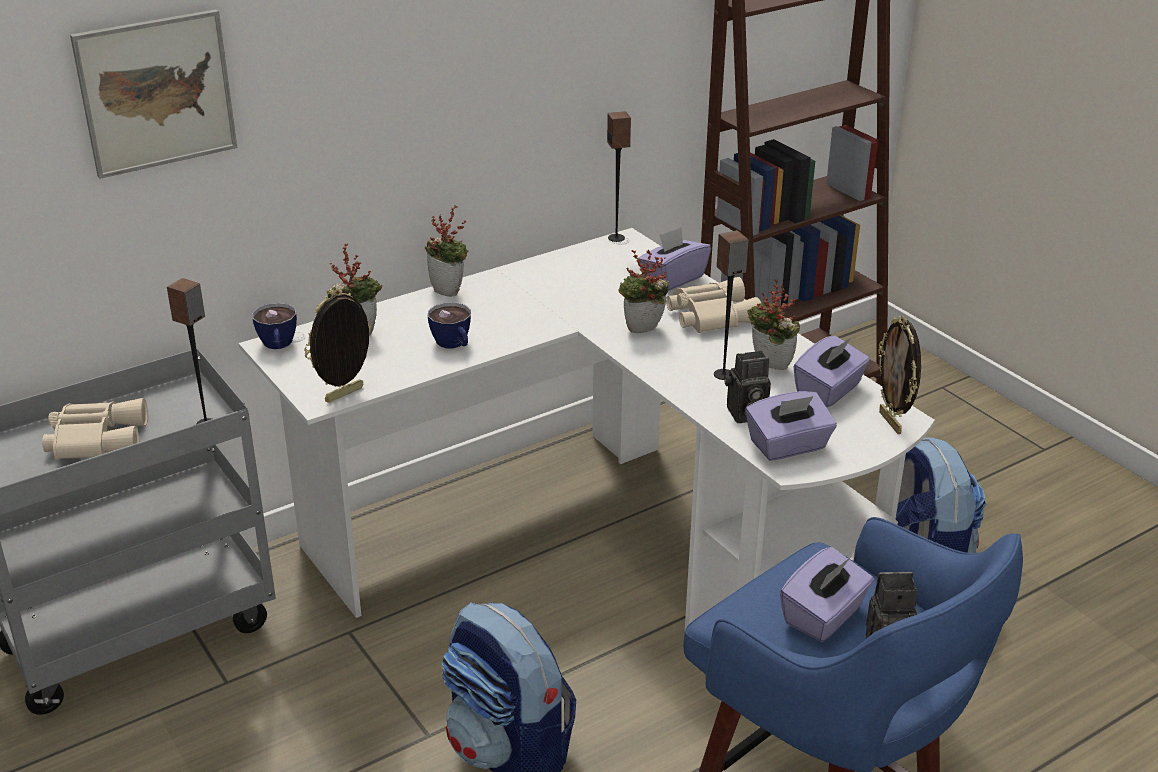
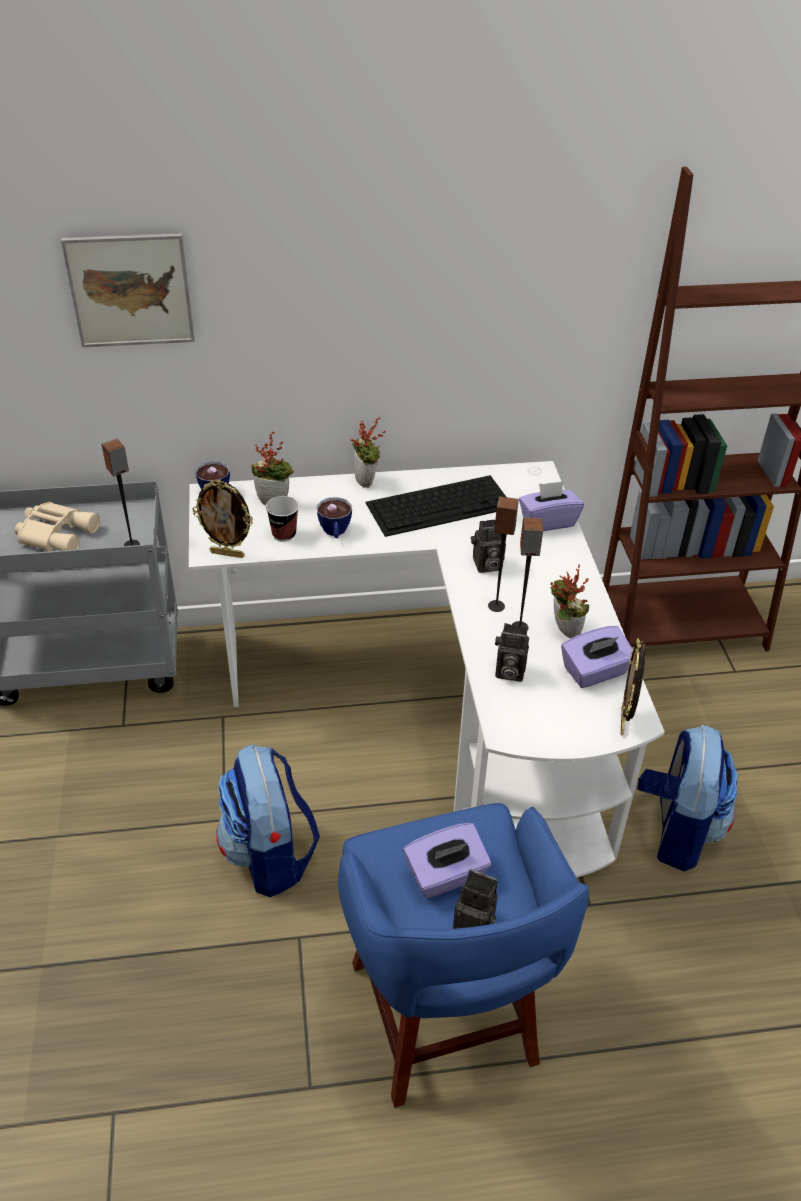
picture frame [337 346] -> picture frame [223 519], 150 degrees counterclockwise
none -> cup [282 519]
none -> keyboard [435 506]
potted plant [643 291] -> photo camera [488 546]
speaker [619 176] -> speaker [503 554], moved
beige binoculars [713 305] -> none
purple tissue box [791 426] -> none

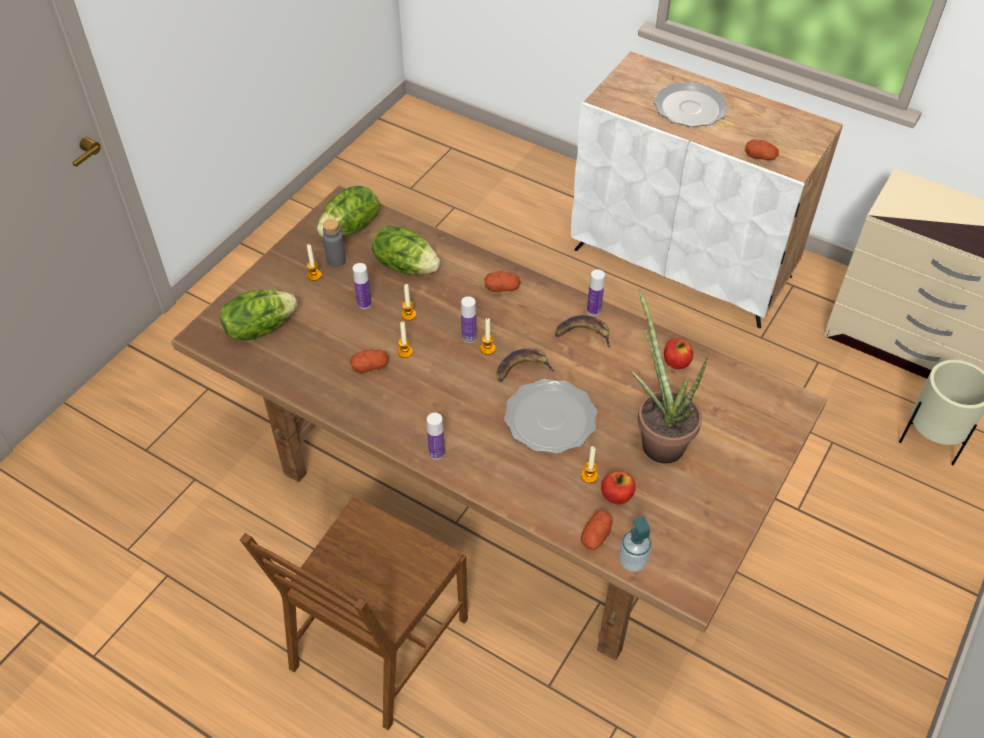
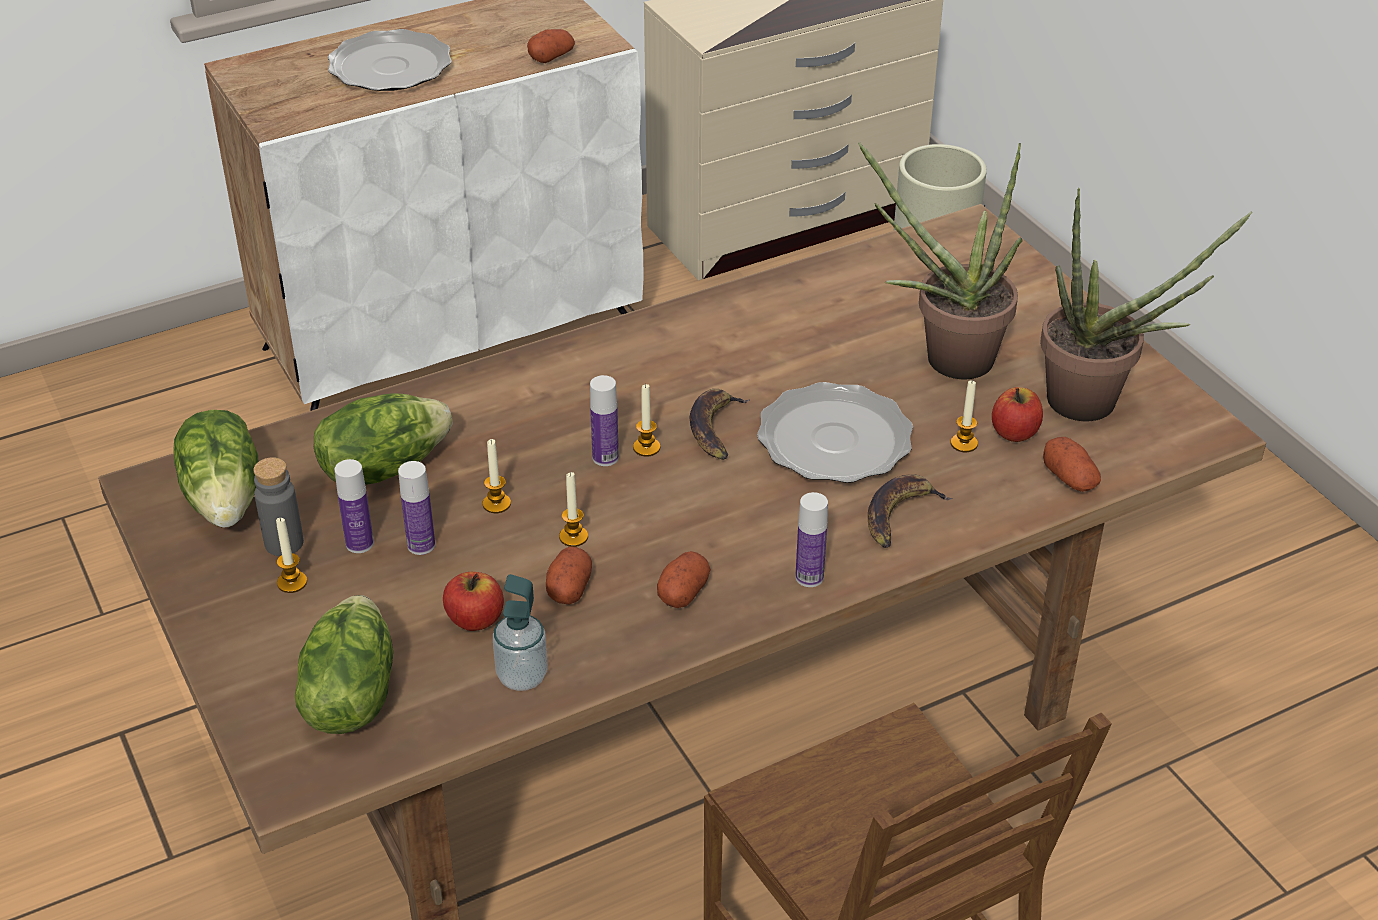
bottle [596 292] -> bottle [354 506], moved
apple [678 353] -> apple [473 601], moved
soap dispenser [635 544] -> soap dispenser [520 632], moved
potato [502 281] -> potato [684 579], moved
banana [582 331] -> banana [910 511], moved
none -> potted plant [1146 304]

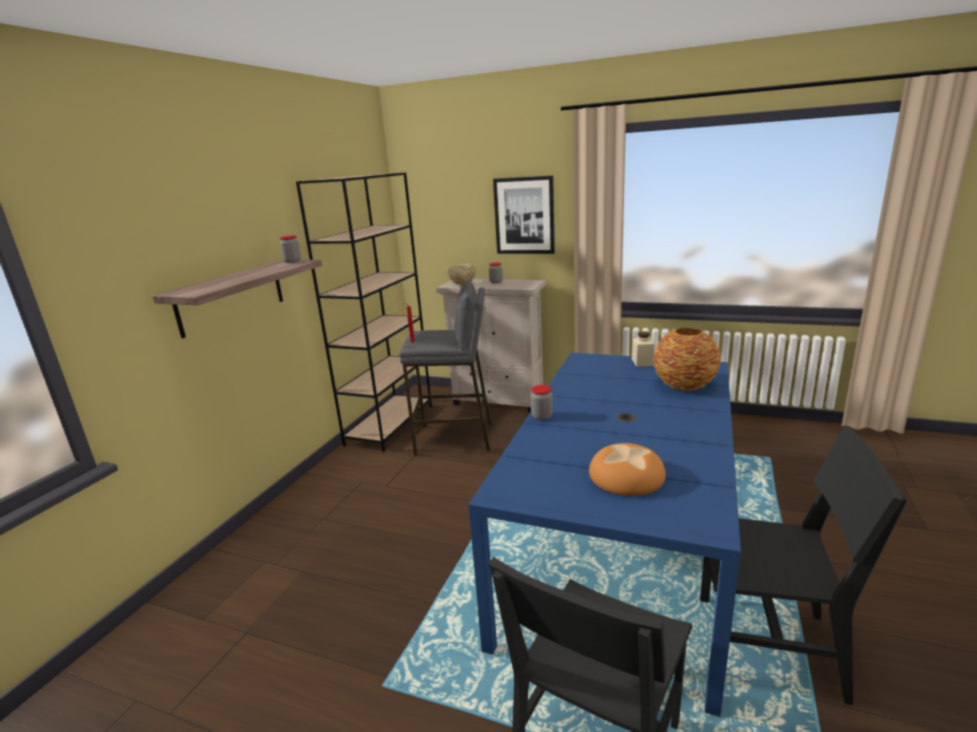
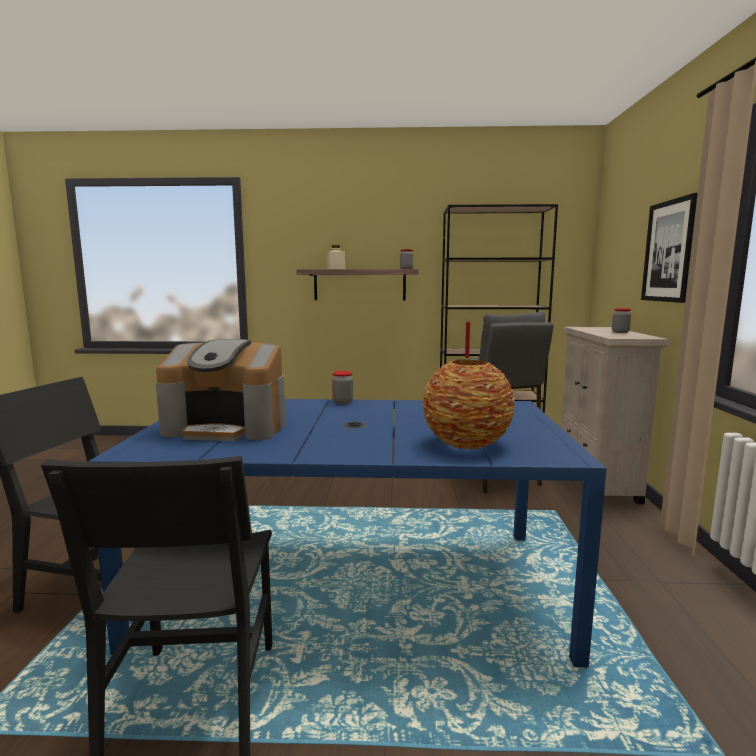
bread [627 469] -> coffee machine [221 390]
beige jar [643 349] -> beige jar [336 257], moved
beige bowl [460 274] -> none

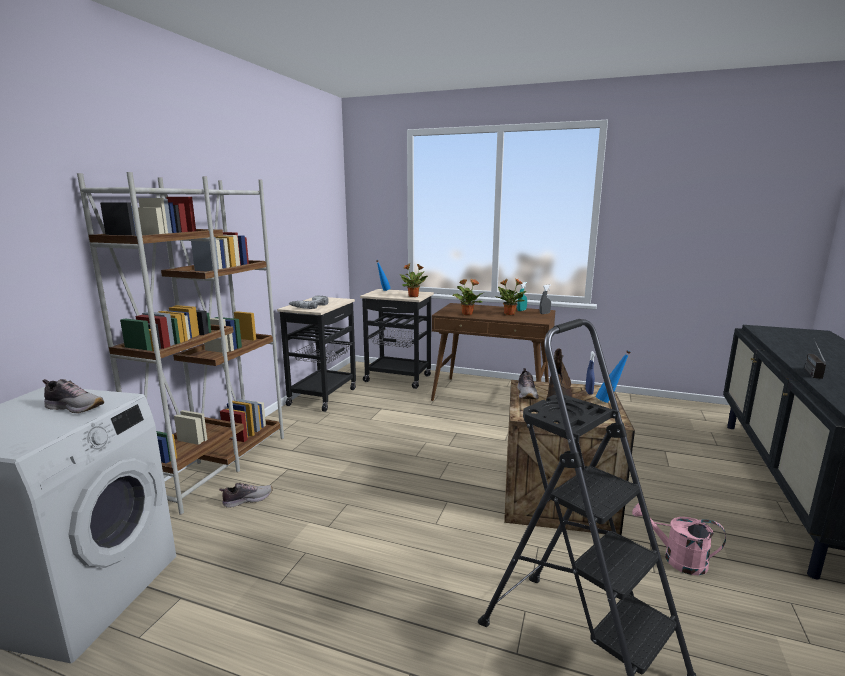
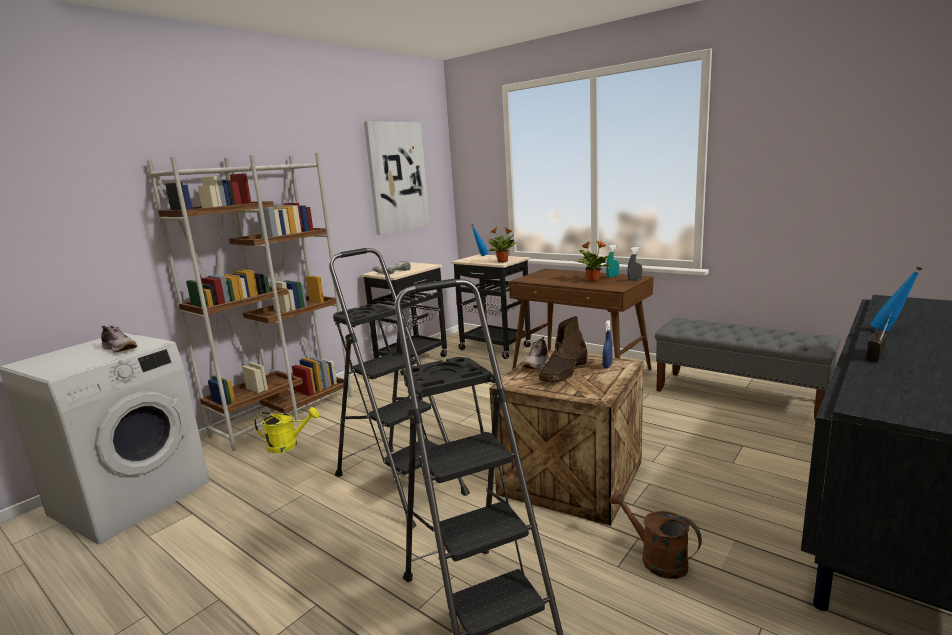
shoe [246 495] -> yellow watering can [286 430]
none -> step ladder [399 388]
none -> picture [397 178]
pink watering can [679 539] -> brown watering can [655 534]
none -> grey bench [747 369]
blue bottle [613 376] -> blue bottle [897 299], moved
potted plant [467 297] -> none

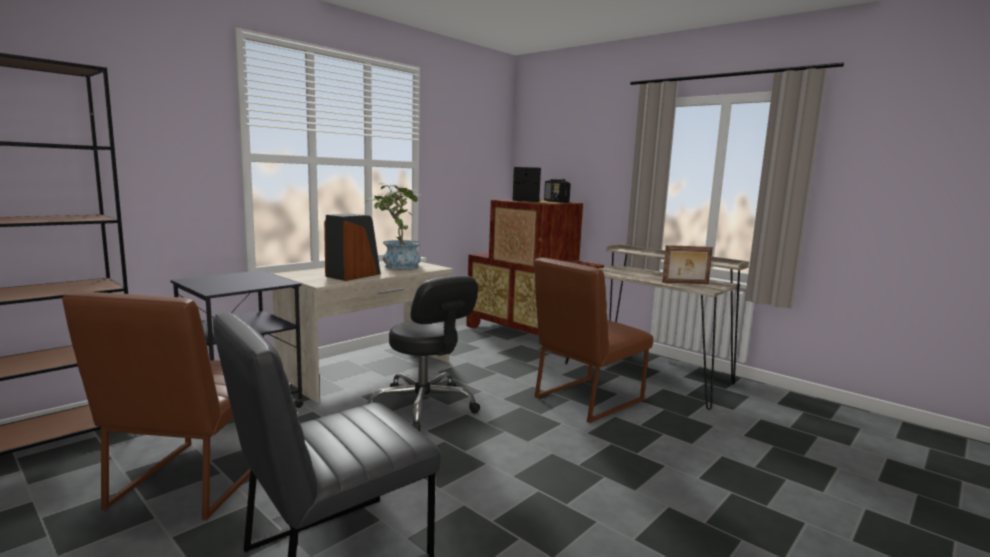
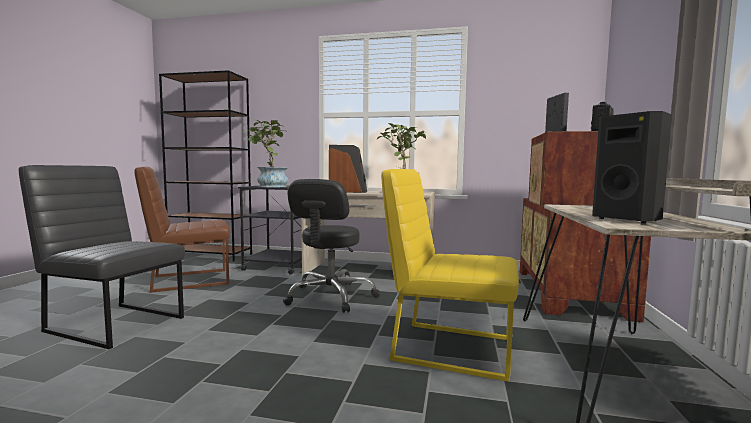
none -> potted plant [265 153]
brown chair [593 340] -> yellow chair [450 275]
picture frame [687 264] -> black speaker [632 167]

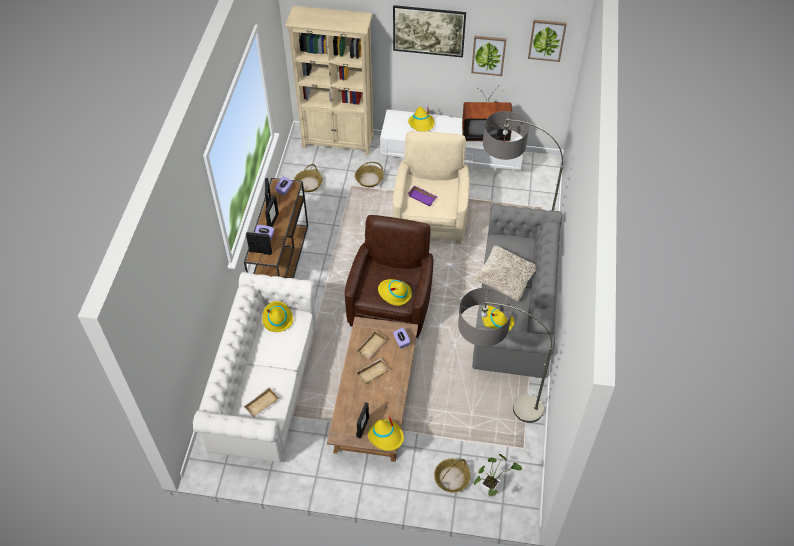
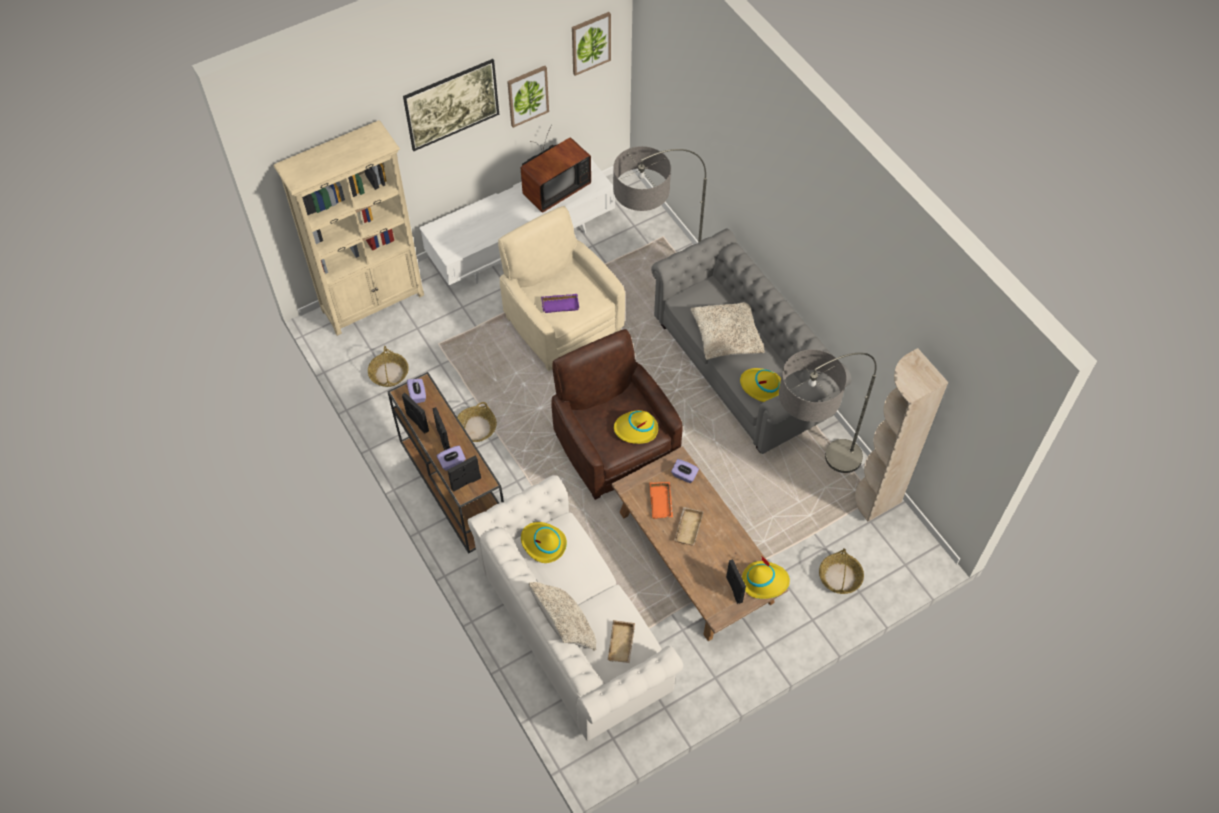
basket [369 174] -> basket [477 422], moved
none -> beige pillow [563 616]
beige tray [372 344] -> orange tray [661 500]
none -> beige bookcase [901 435]
yellow hat [421 118] -> none
potted plant [498 475] -> none

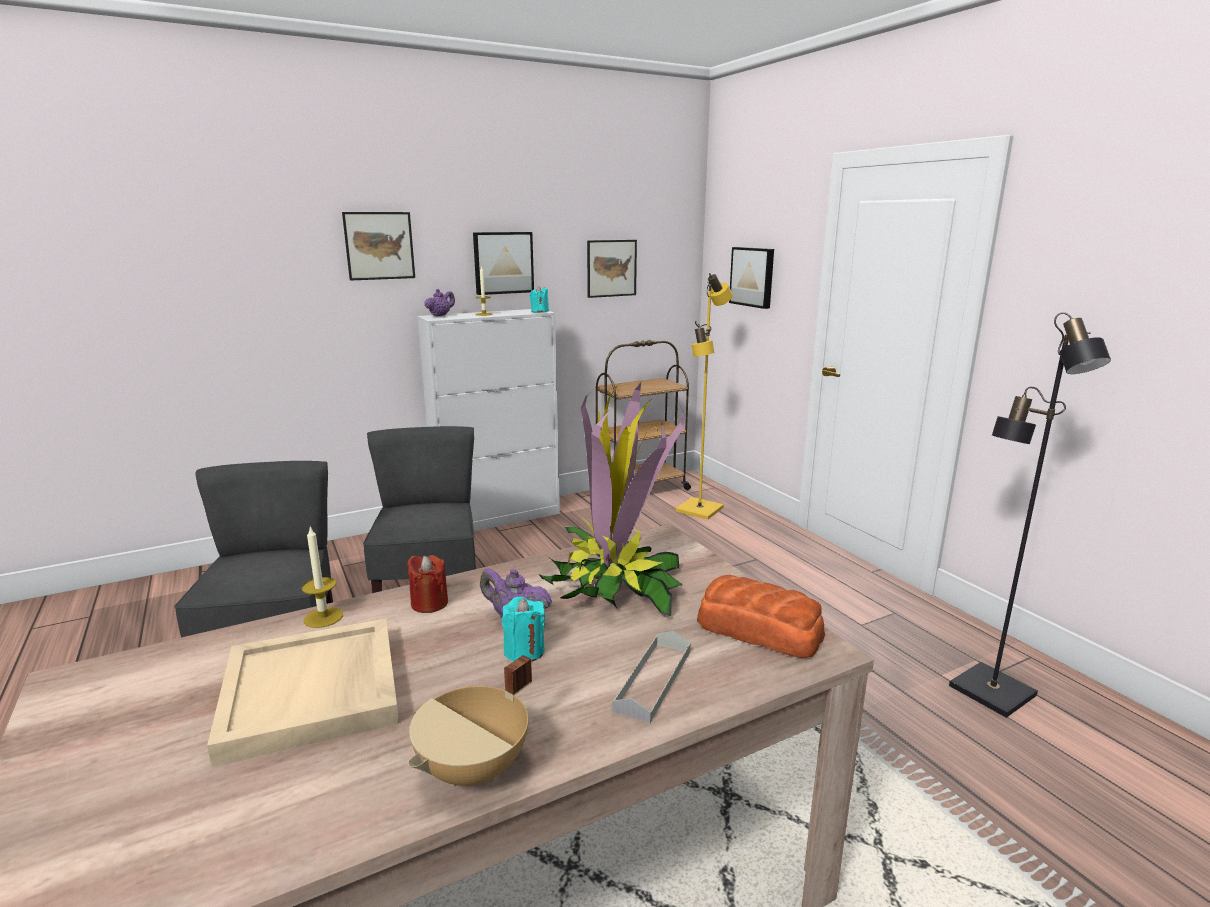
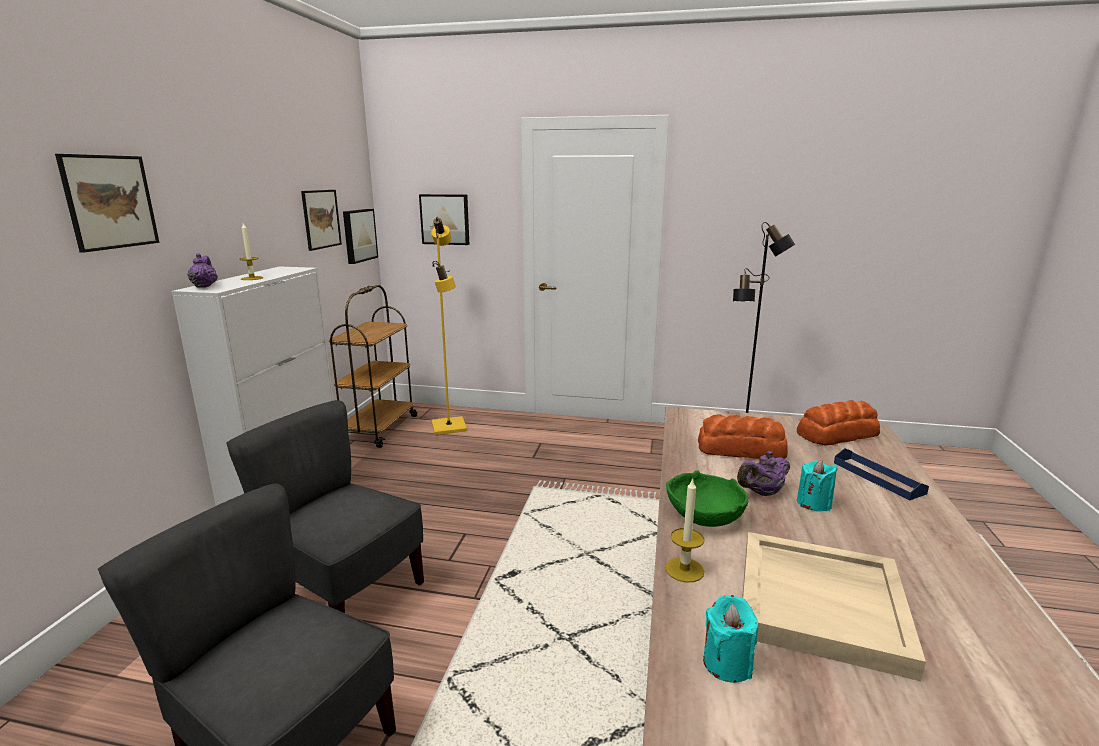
picture [503 263] -> picture [360 236], moved
red candle [427 584] -> green bowl [707 498]
potted plant [612 499] -> bread [743 436]
turquoise candle [539 299] -> turquoise candle [730 639], moved
grey tray [651 677] -> blue tray [881 474]
beige cooking pot [470 721] -> none

